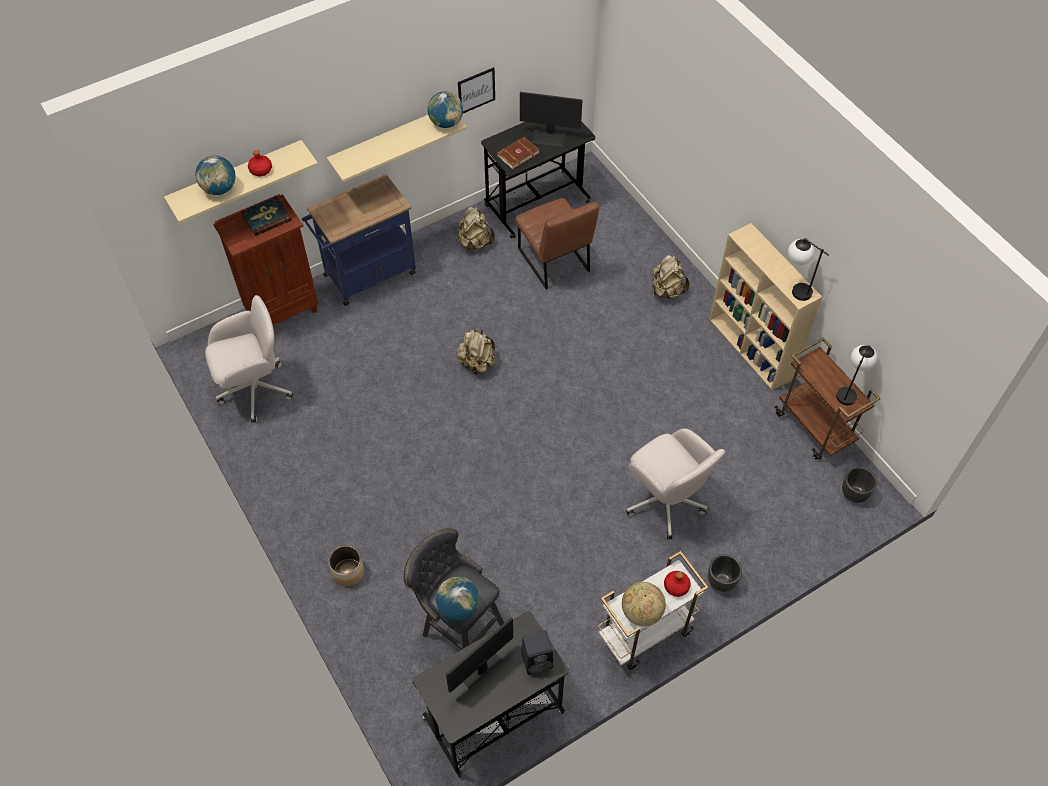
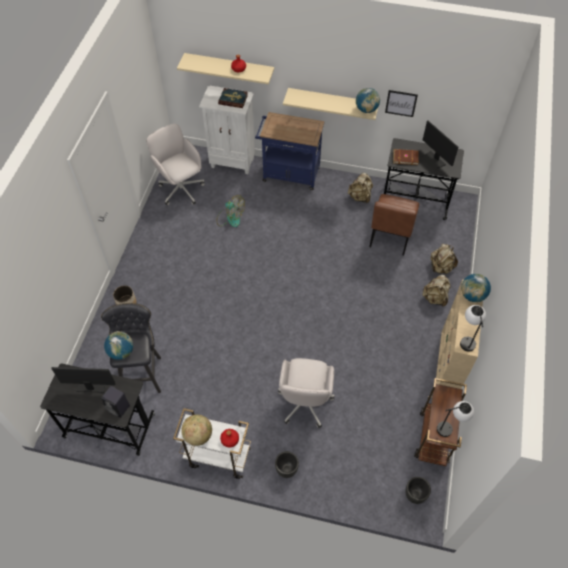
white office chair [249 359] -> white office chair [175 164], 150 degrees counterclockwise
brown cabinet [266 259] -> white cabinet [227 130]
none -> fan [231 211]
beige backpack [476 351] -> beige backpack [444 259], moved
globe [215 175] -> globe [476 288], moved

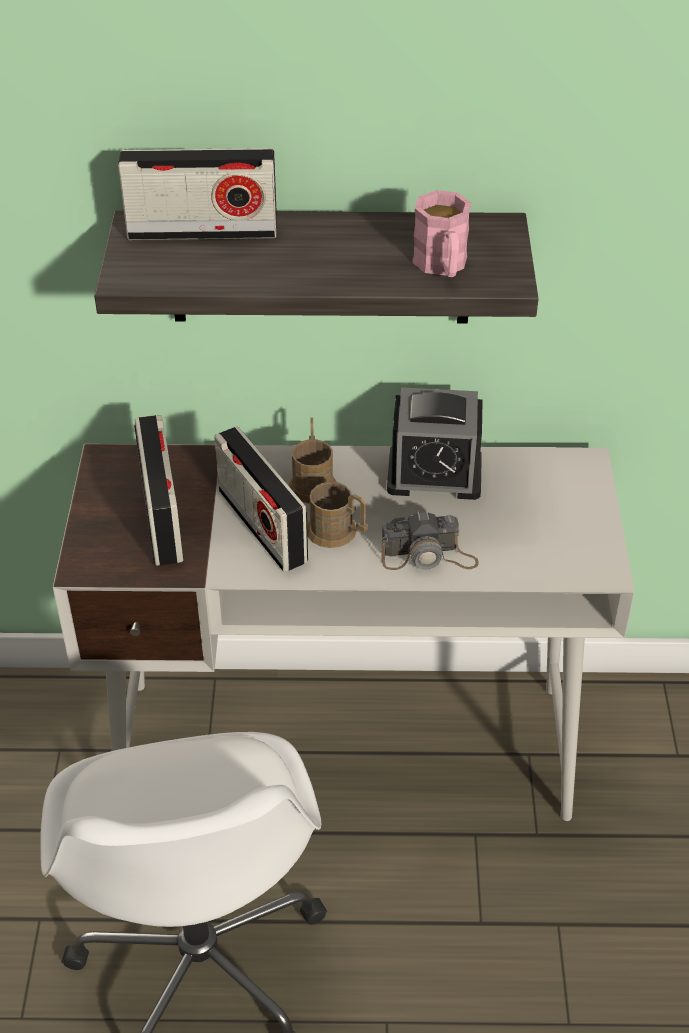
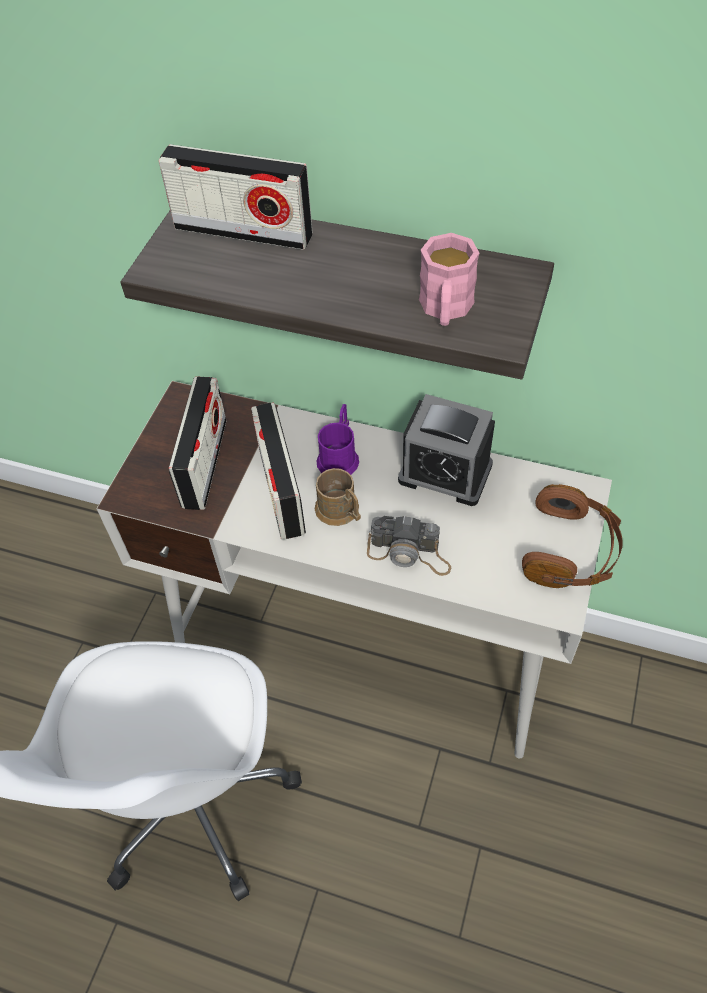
brown mug [312 460] -> purple mug [337 439]
none -> brown headphones [572 536]

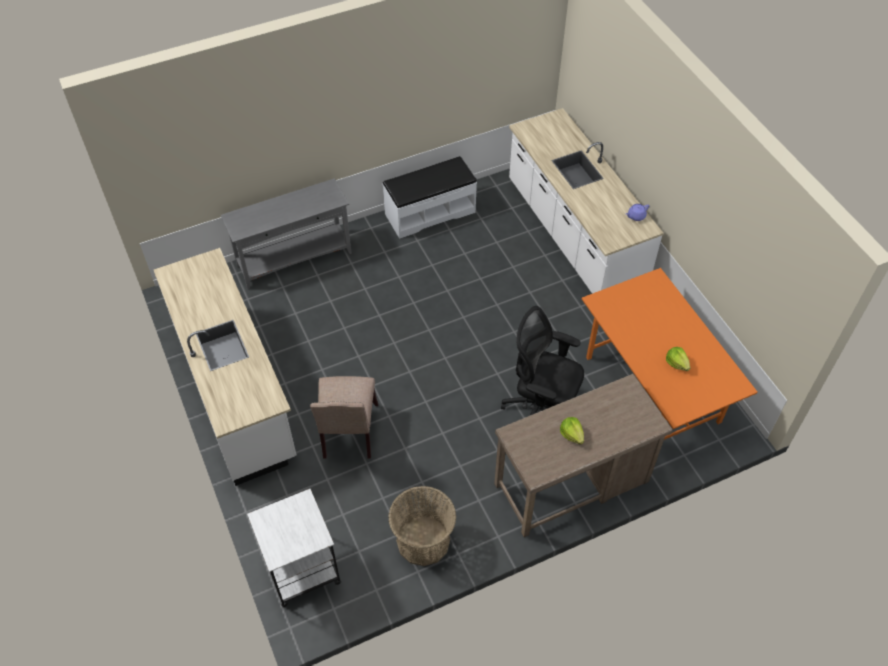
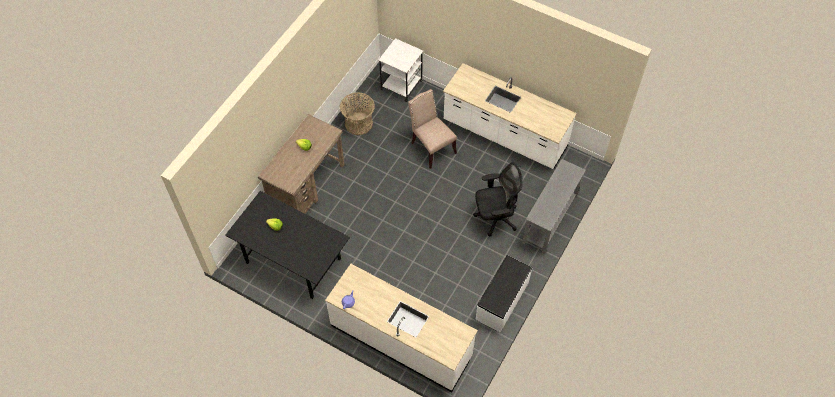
orange dining table [670 354] -> black dining table [287 245]
black office chair [542 360] -> black office chair [498 199], moved

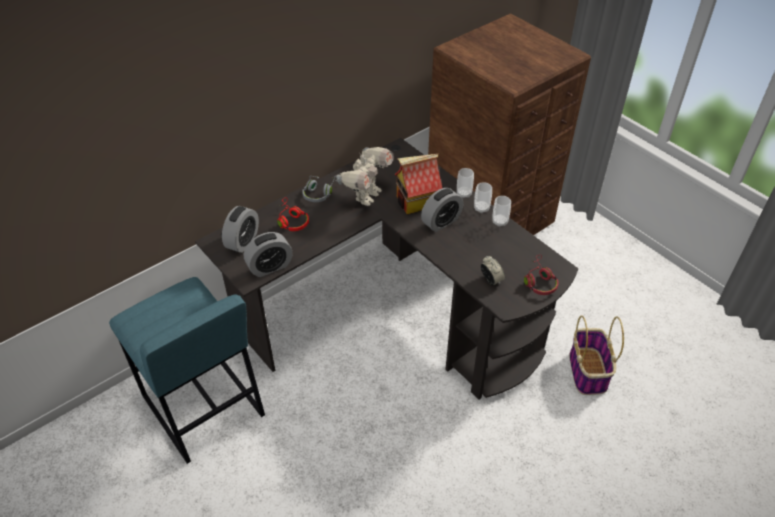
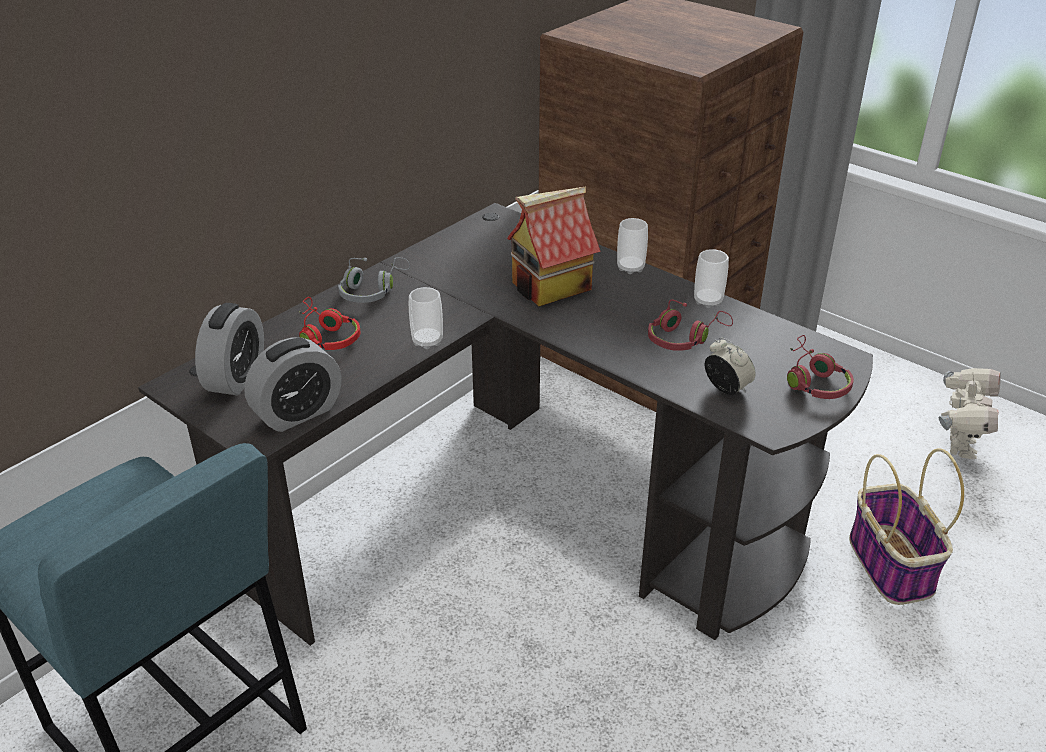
cup [483 197] -> cup [426 318], moved
none -> red headphones [690 325]
toy robot [365 176] -> toy robot [969 414], moved
alarm clock [442 210] -> none

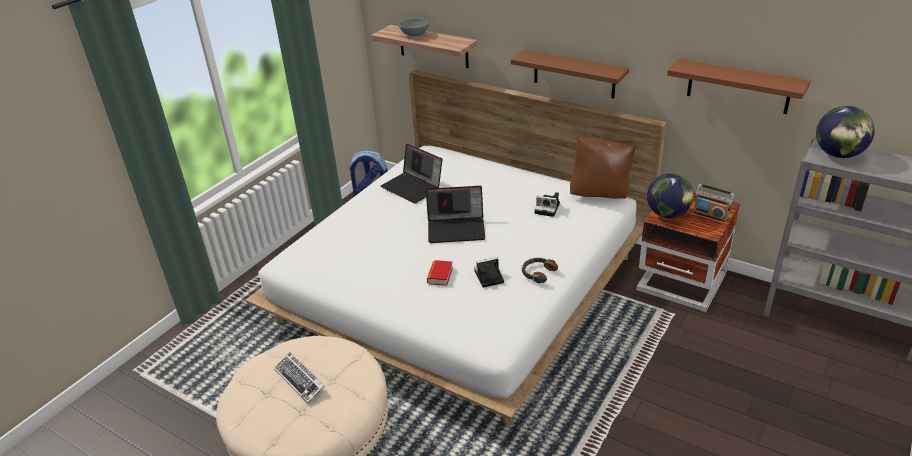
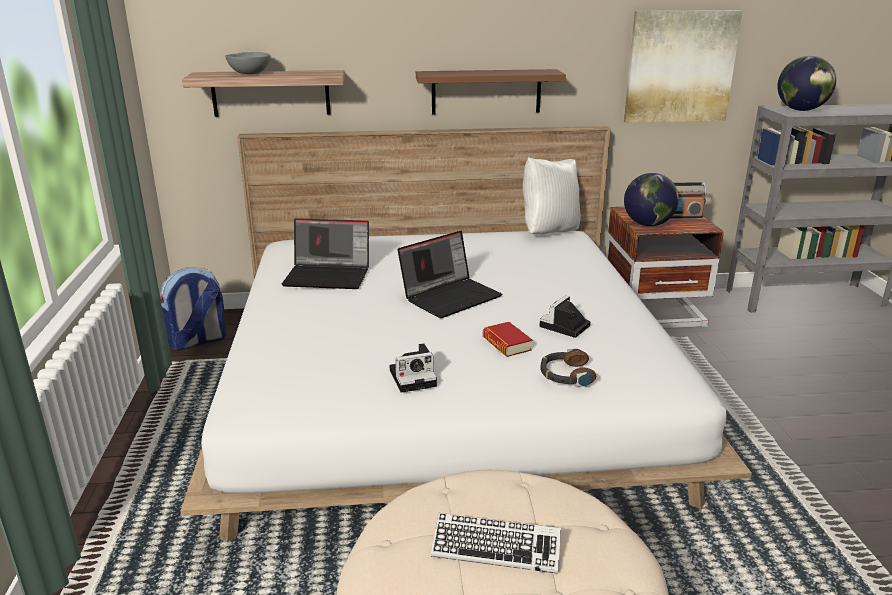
photo camera [547 204] -> photo camera [413 368], moved
brown pillow [603 168] -> white pillow [552 195]
headphones [540 271] -> headphones [568 367], moved
brown shelf [739 86] -> picture [683 66]

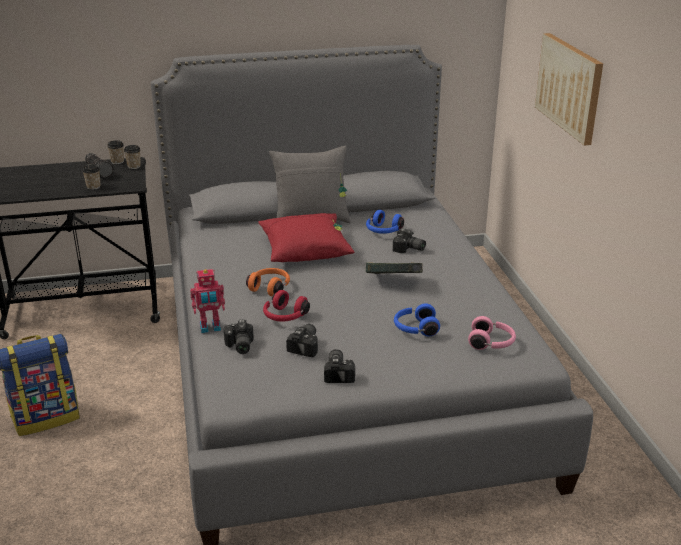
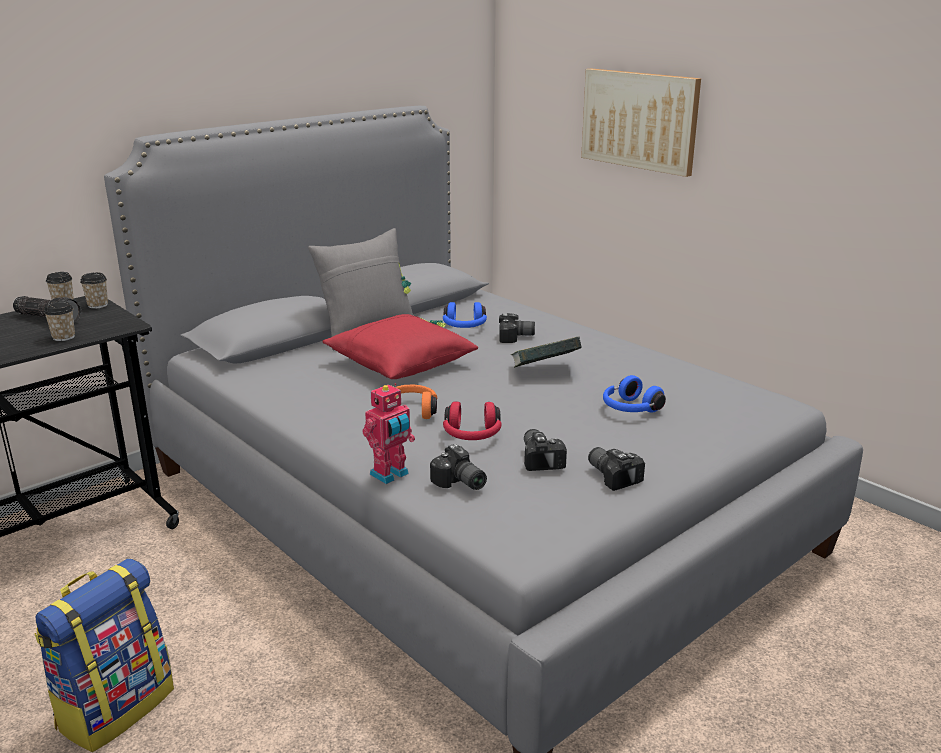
pink headphones [492 333] -> none

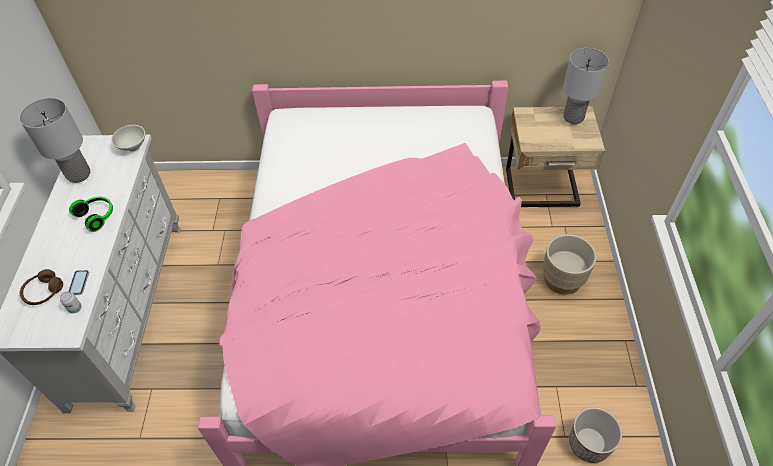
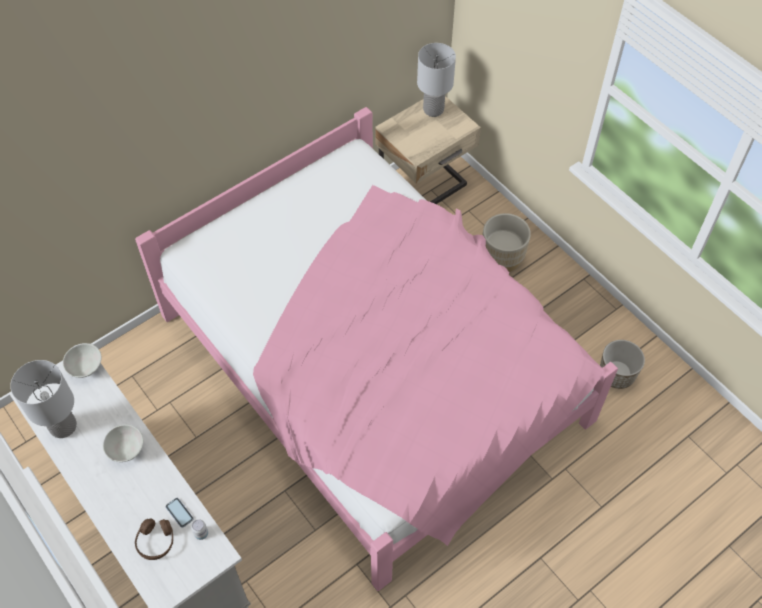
headphones [91 214] -> white bowl [123 443]

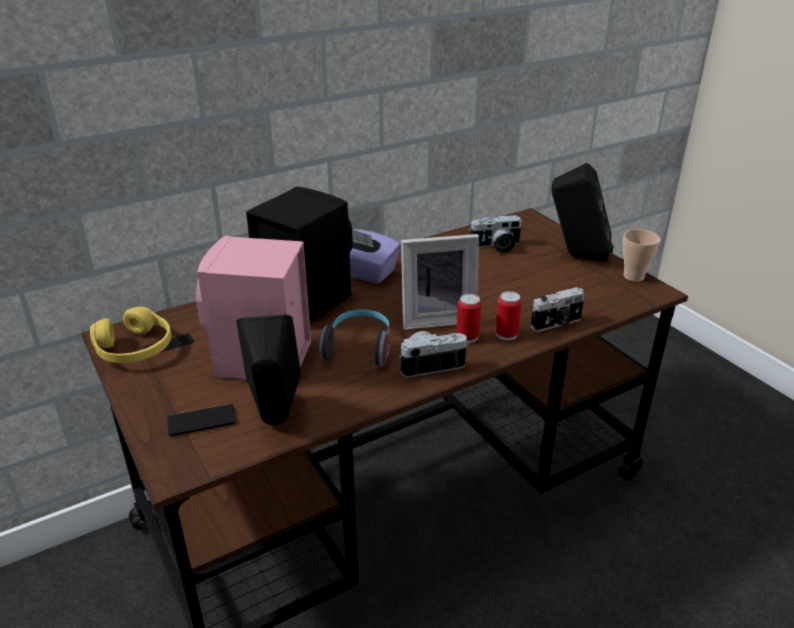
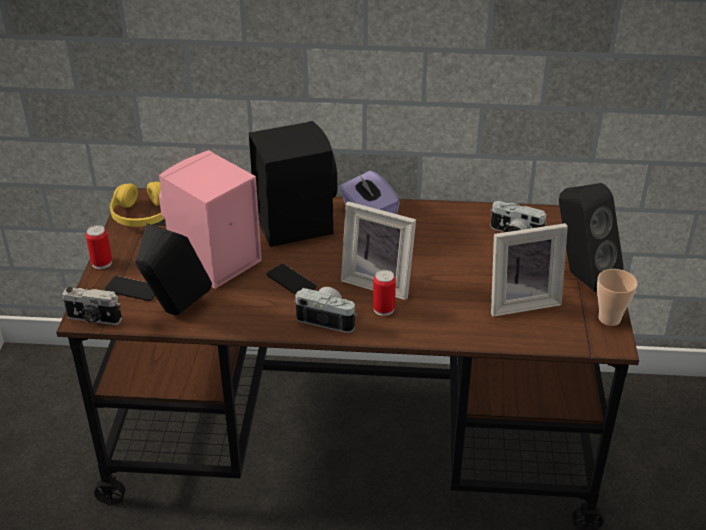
photo camera [558 309] -> photo camera [92 306], moved
can [509 315] -> can [99 247], moved
headphones [354 338] -> phone [291 279]
none -> picture frame [529 270]

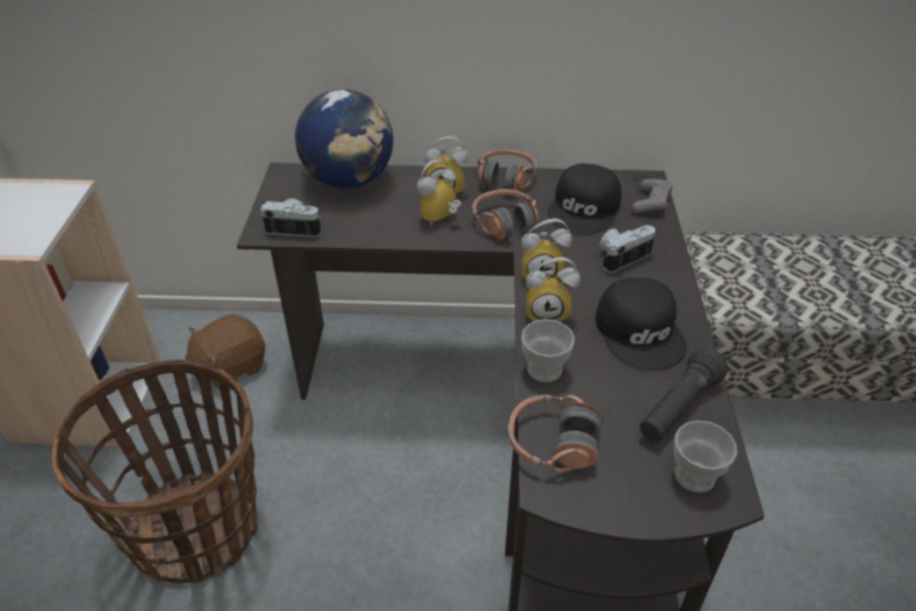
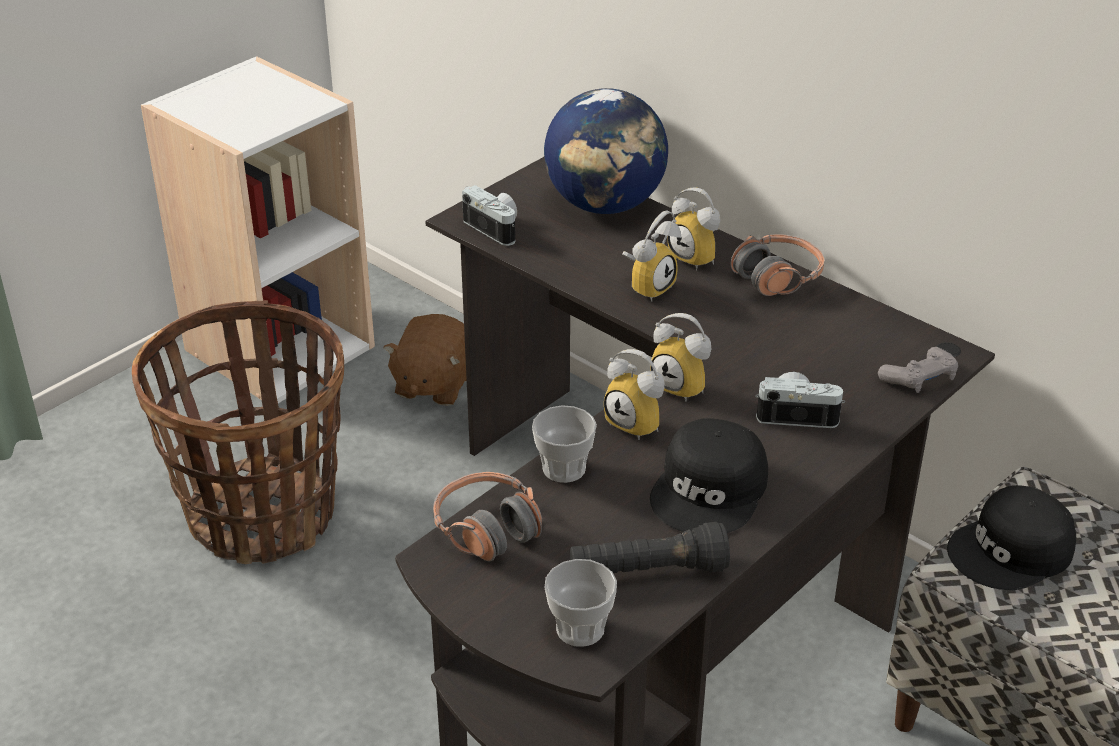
brown plush toy [225 351] -> brown plush toy [425 360], 75 degrees counterclockwise
alarm clock [439 193] -> alarm clock [651 256], 135 degrees clockwise
black cap [585 198] -> black cap [1011 537], moved
headphones [505 214] -> none

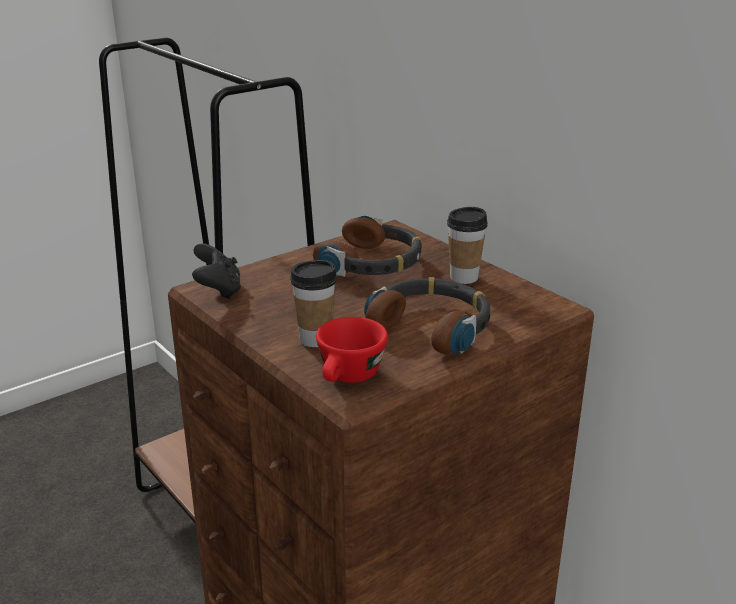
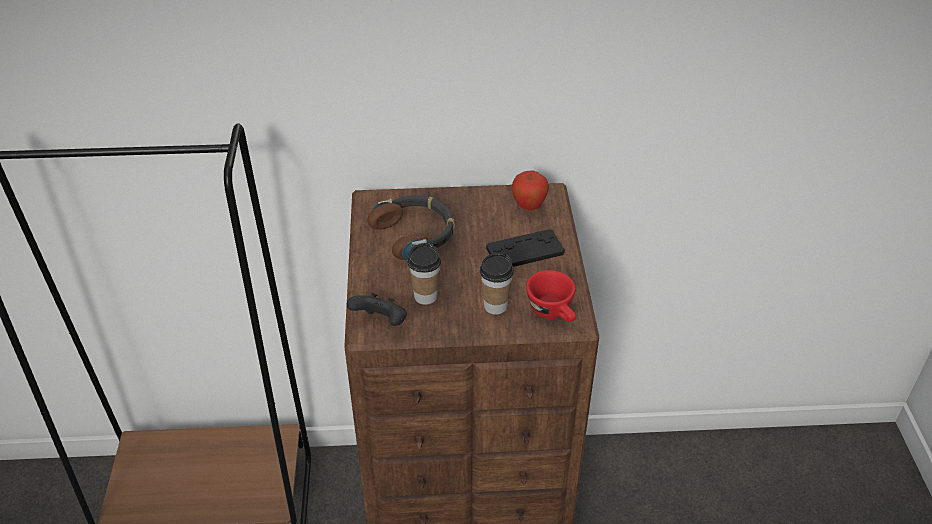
cup [467 245] -> cup [424 274], moved
headphones [427 315] -> black game controller [525 248]
none -> apple [530 190]

